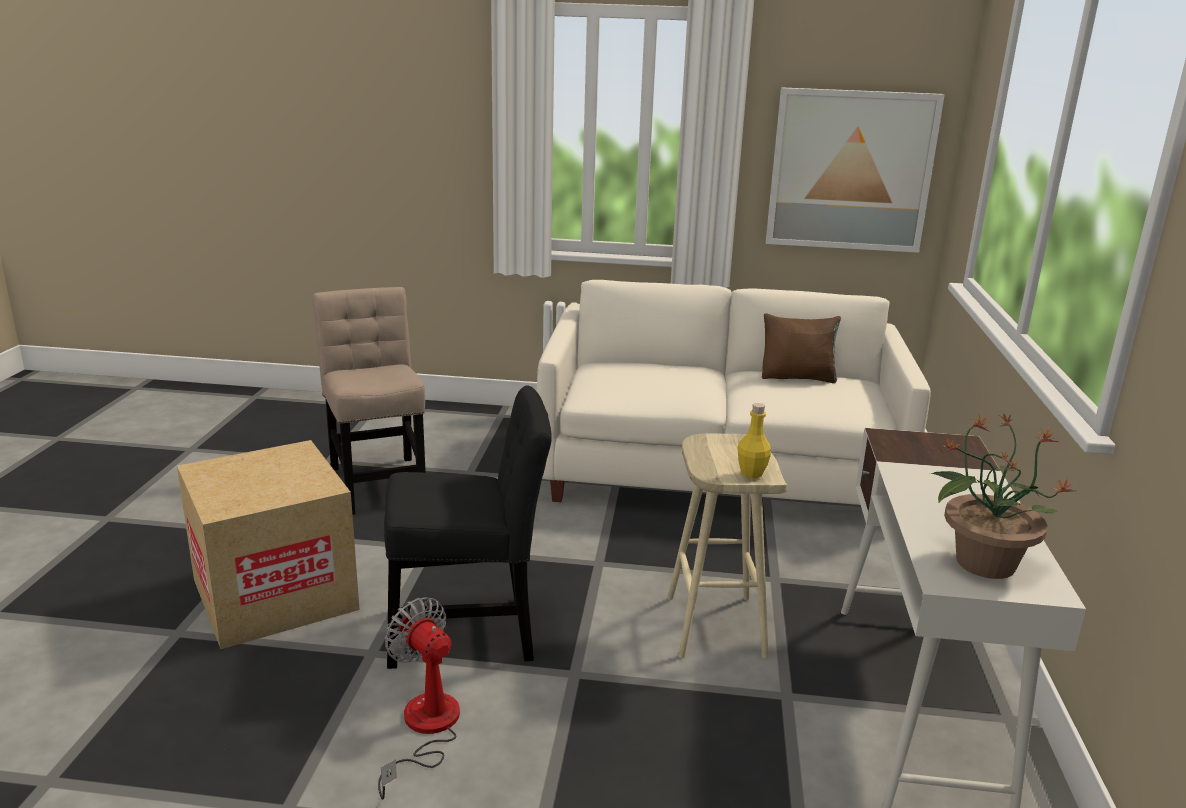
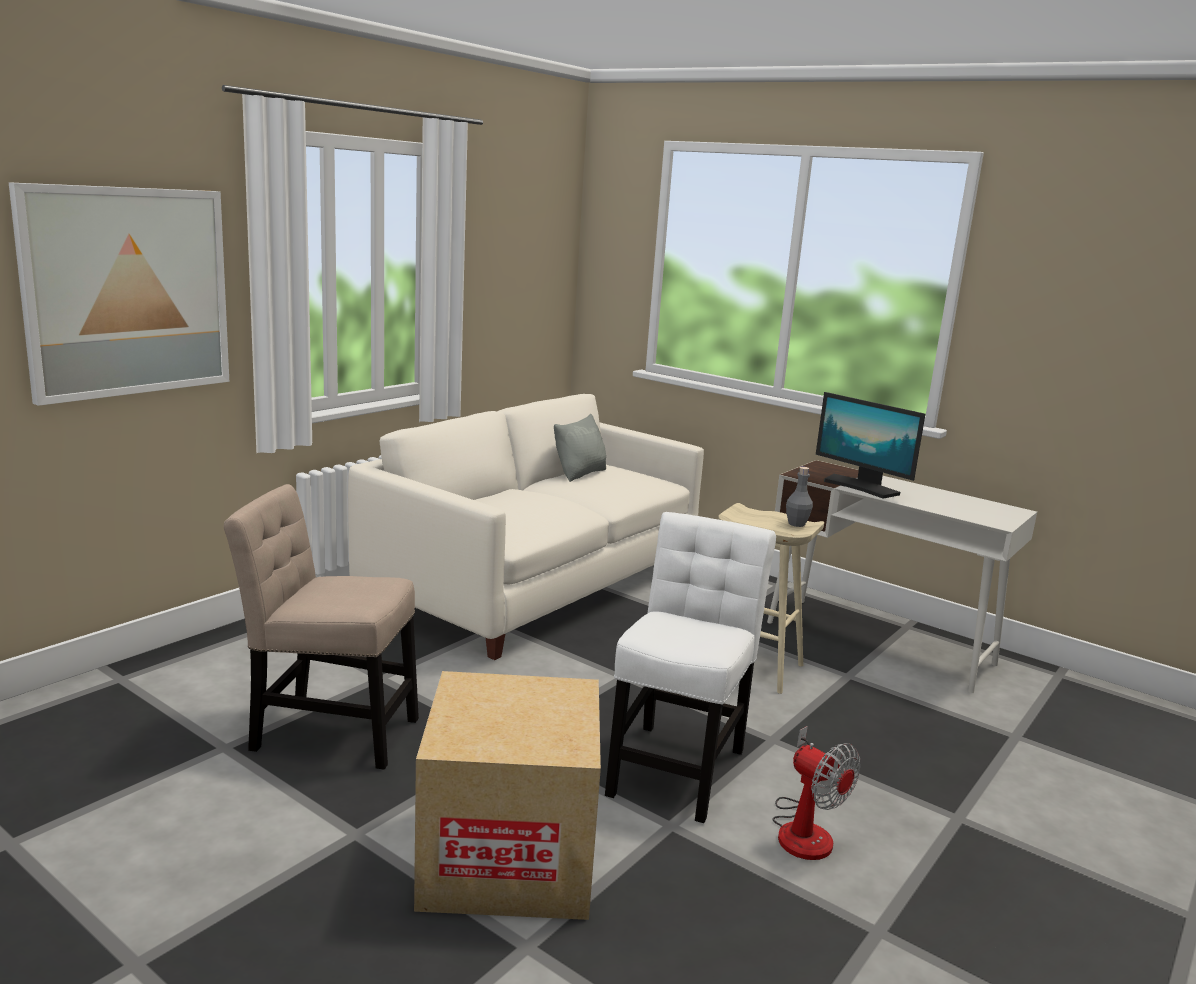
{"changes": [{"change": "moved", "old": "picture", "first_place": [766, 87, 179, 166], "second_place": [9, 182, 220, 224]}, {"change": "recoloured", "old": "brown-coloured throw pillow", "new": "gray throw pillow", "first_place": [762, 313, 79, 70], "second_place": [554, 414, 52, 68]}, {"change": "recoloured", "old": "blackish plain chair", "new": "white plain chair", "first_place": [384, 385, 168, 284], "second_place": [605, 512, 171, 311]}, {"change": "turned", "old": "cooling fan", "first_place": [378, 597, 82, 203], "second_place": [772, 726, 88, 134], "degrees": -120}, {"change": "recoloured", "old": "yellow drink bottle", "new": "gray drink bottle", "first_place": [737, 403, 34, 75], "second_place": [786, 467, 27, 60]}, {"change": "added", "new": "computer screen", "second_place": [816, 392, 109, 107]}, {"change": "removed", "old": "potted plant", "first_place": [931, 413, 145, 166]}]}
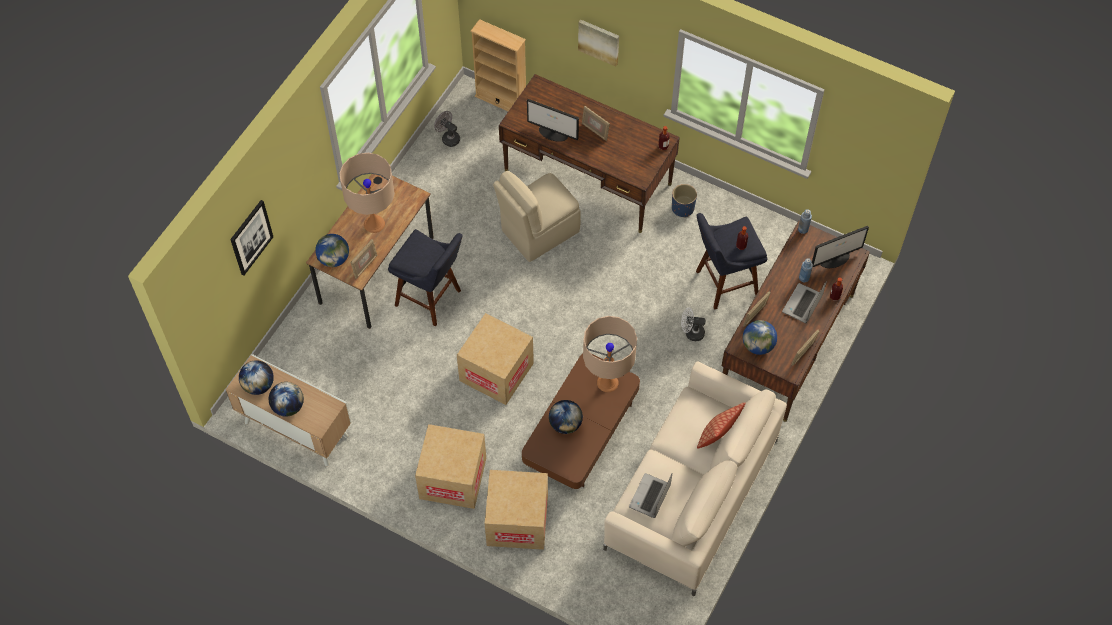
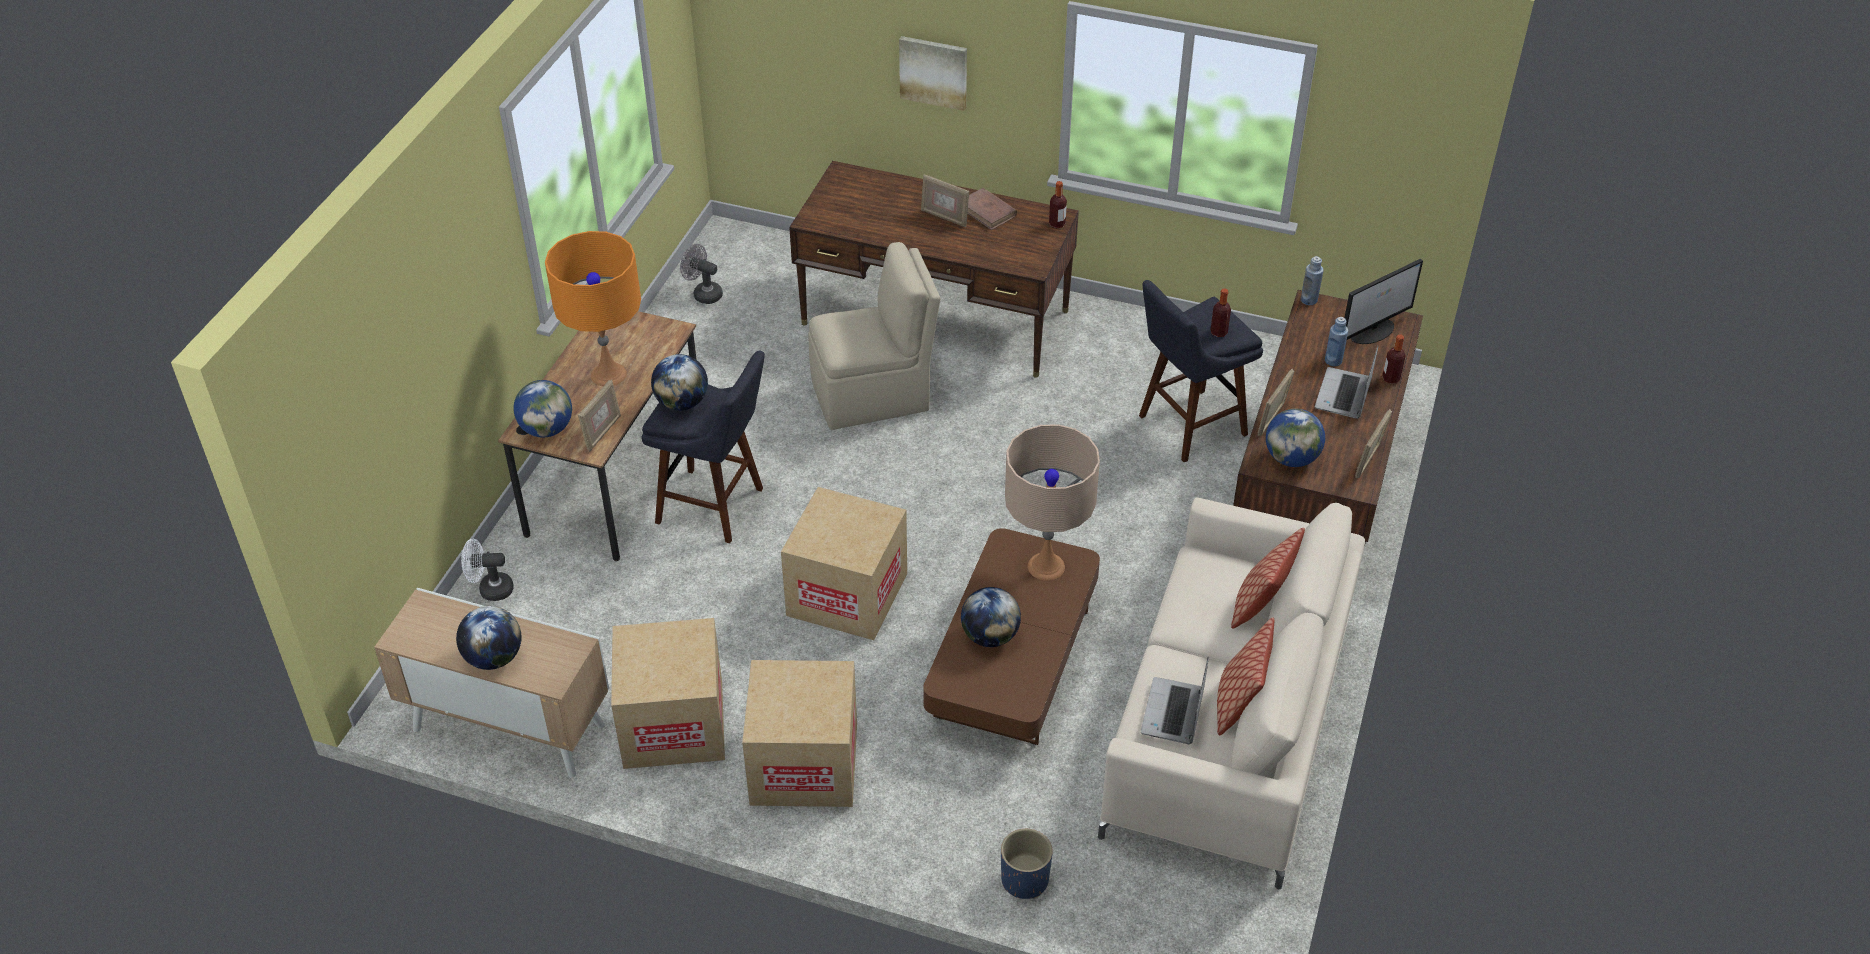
{"changes": [{"change": "moved", "old": "white cooling fan", "first_place": [681, 307, 24, 34], "second_place": [461, 538, 52, 63]}, {"change": "recoloured", "old": "sand-coloured tabletop lamp", "new": "orange-coloured tabletop lamp", "first_place": [340, 153, 55, 80], "second_place": [545, 231, 96, 155]}, {"change": "moved", "old": "cardboard box", "first_place": [485, 470, 63, 80], "second_place": [611, 618, 114, 151]}, {"change": "moved", "old": "world globe", "first_place": [239, 360, 35, 35], "second_place": [651, 354, 57, 57]}, {"change": "turned", "old": "sand-coloured plain chair", "first_place": [493, 171, 88, 91], "second_place": [808, 242, 133, 188], "degrees": -150}, {"change": "added", "new": "brown-coloured volume", "second_place": [967, 188, 50, 42]}, {"change": "moved", "old": "bluish plant pot", "first_place": [672, 184, 25, 34], "second_place": [1001, 829, 52, 70]}, {"change": "added", "new": "throw pillow", "second_place": [1217, 617, 57, 118]}, {"change": "removed", "old": "picture", "first_place": [230, 200, 43, 76]}, {"change": "removed", "old": "sand-coloured bookcase", "first_place": [470, 19, 56, 92]}, {"change": "removed", "old": "computer screen", "first_place": [527, 99, 52, 43]}]}
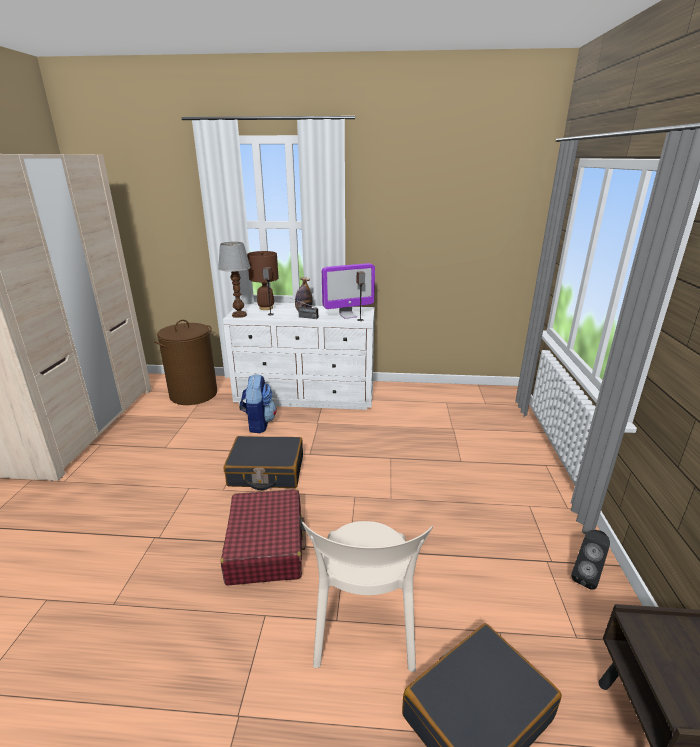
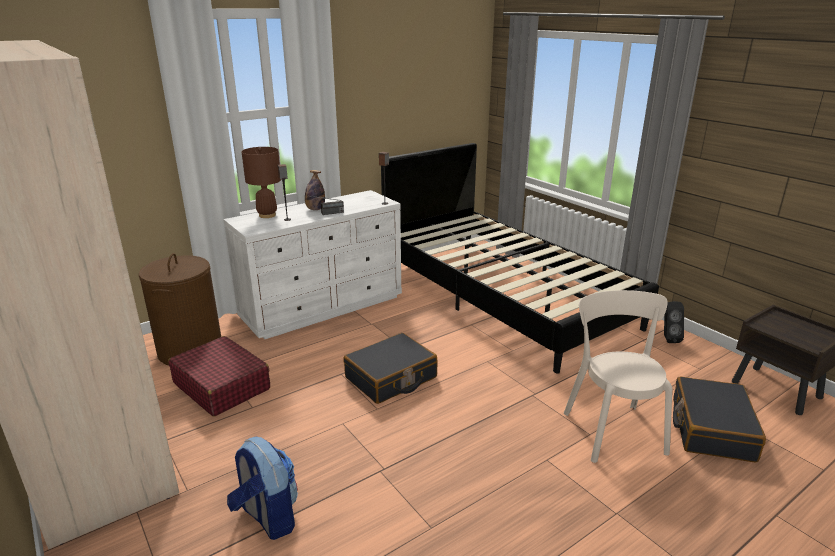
{"changes": [{"change": "moved", "old": "red-coloured piece of luggage", "first_place": [221, 489, 85, 96], "second_place": [168, 336, 102, 81]}, {"change": "moved", "old": "knapsack", "first_place": [240, 374, 37, 59], "second_place": [227, 437, 71, 103]}, {"change": "added", "new": "blackish bed", "second_place": [381, 143, 278, 231]}, {"change": "turned", "old": "sand-coloured plain chair", "first_place": [302, 521, 131, 151], "second_place": [564, 290, 108, 173], "degrees": -150}, {"change": "removed", "old": "tabletop lamp", "first_place": [218, 242, 33, 76]}, {"change": "removed", "old": "computer screen", "first_place": [322, 263, 53, 56]}]}
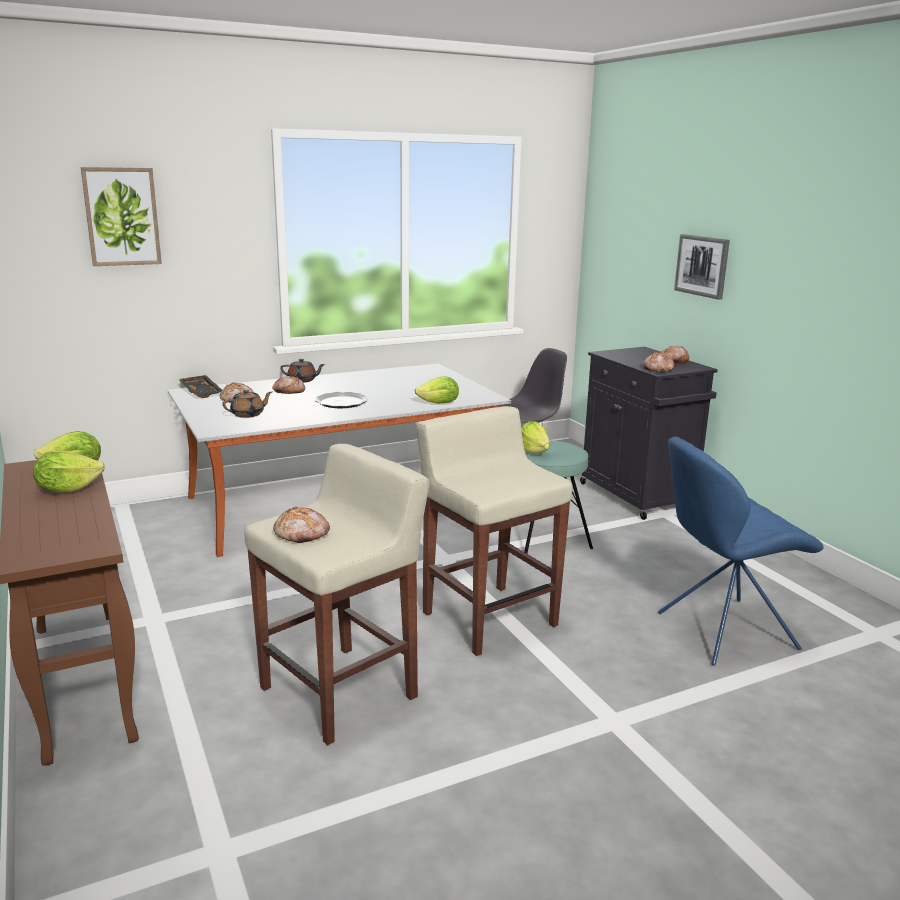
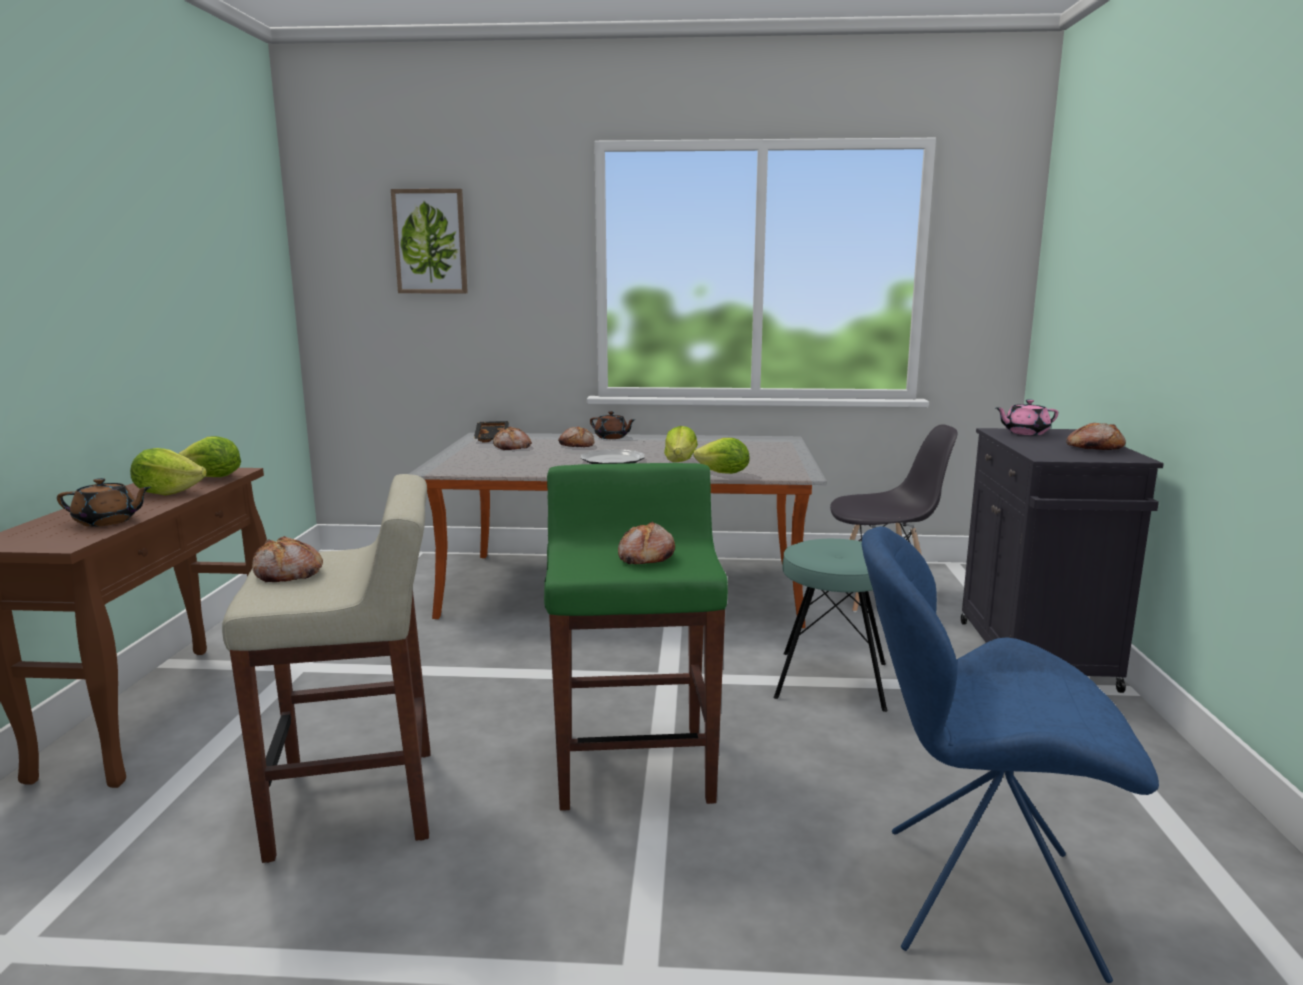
{"changes": [{"change": "moved", "old": "brown-coloured teapot", "first_place": [222, 390, 50, 28], "second_place": [57, 478, 94, 49]}, {"change": "recoloured", "old": "sand-coloured stool", "new": "green-coloured stool", "first_place": [416, 406, 156, 250], "second_place": [544, 463, 184, 348]}, {"change": "moved", "old": "baked bread", "first_place": [643, 352, 32, 20], "second_place": [618, 521, 57, 43]}, {"change": "moved", "old": "head of lettuce", "first_place": [521, 421, 28, 33], "second_place": [664, 426, 34, 36]}, {"change": "added", "new": "pink teapot", "second_place": [996, 399, 62, 36]}, {"change": "removed", "old": "picture", "first_place": [674, 234, 56, 66]}]}
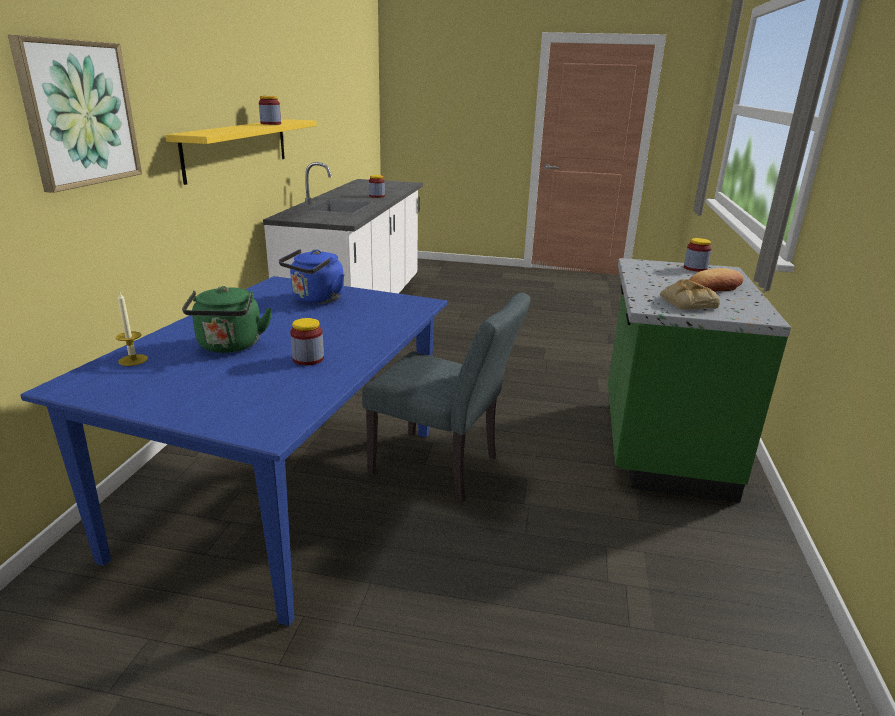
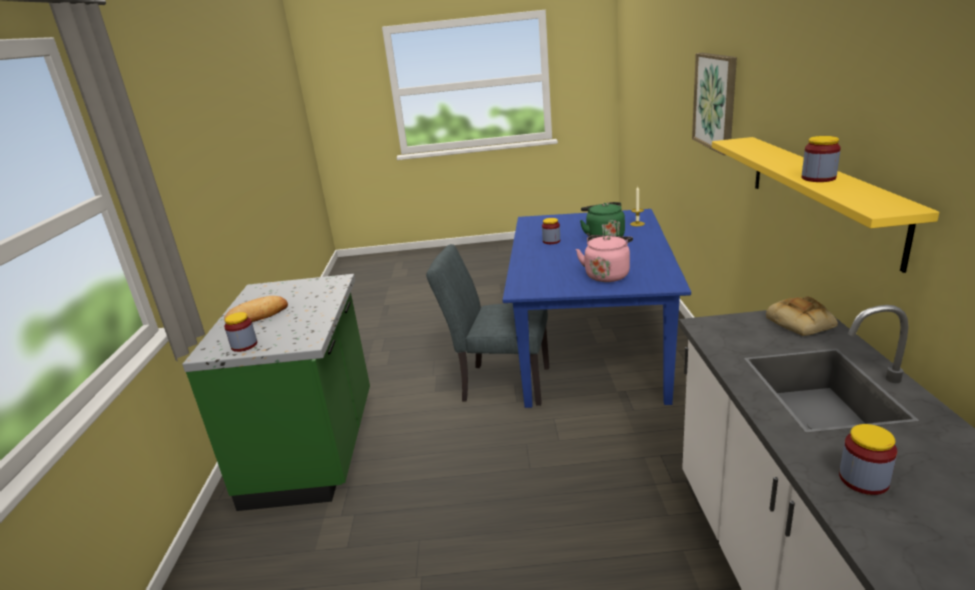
{"changes": [{"change": "recoloured", "old": "bluish tea kettle", "new": "pink tea kettle", "first_place": [279, 249, 65, 55], "second_place": [576, 235, 57, 47]}, {"change": "moved", "old": "baked bread", "first_place": [660, 279, 60, 31], "second_place": [766, 297, 72, 39]}]}
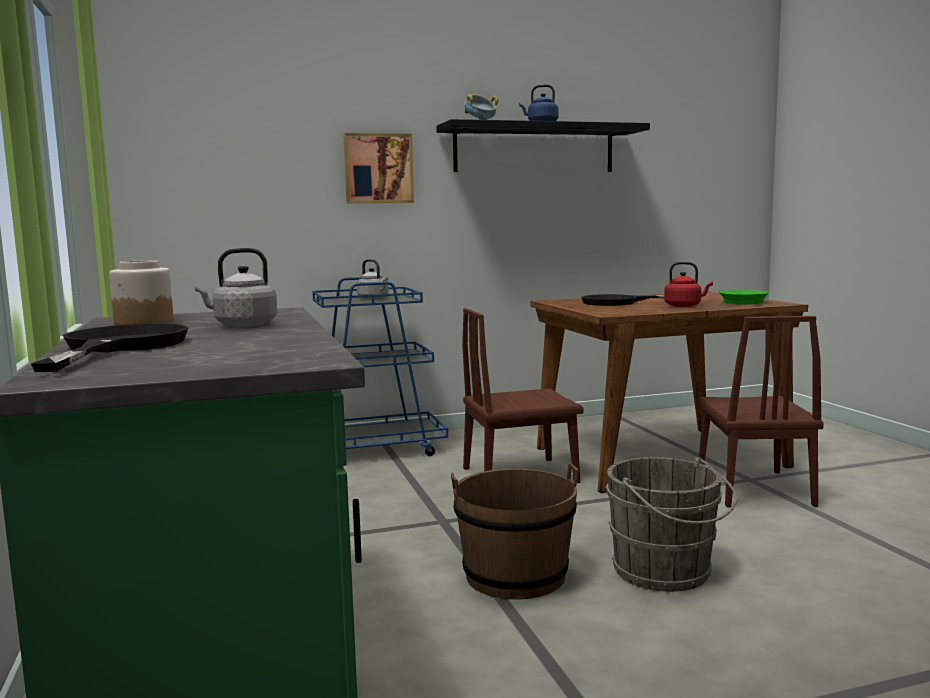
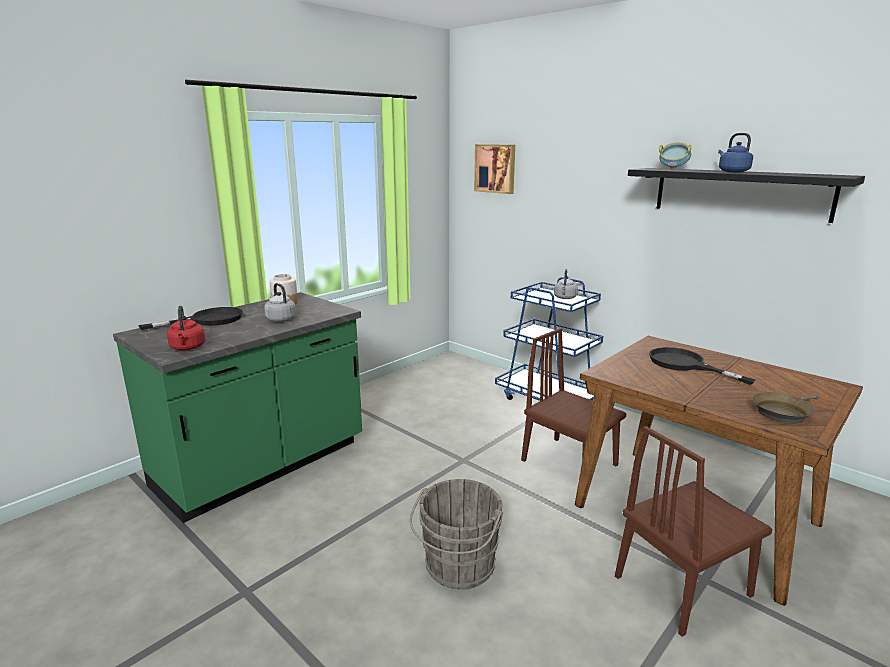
{"changes": [{"change": "moved", "old": "red-coloured tea kettle", "first_place": [664, 262, 49, 45], "second_place": [167, 306, 38, 44]}, {"change": "moved", "old": "picture", "first_place": [343, 133, 71, 71], "second_place": [474, 144, 41, 50]}, {"change": "recoloured", "old": "green-coloured skillet", "new": "brown-coloured skillet", "first_place": [719, 290, 51, 14], "second_place": [752, 392, 68, 32]}, {"change": "removed", "old": "brown-coloured bucket", "first_place": [451, 463, 127, 136]}]}
